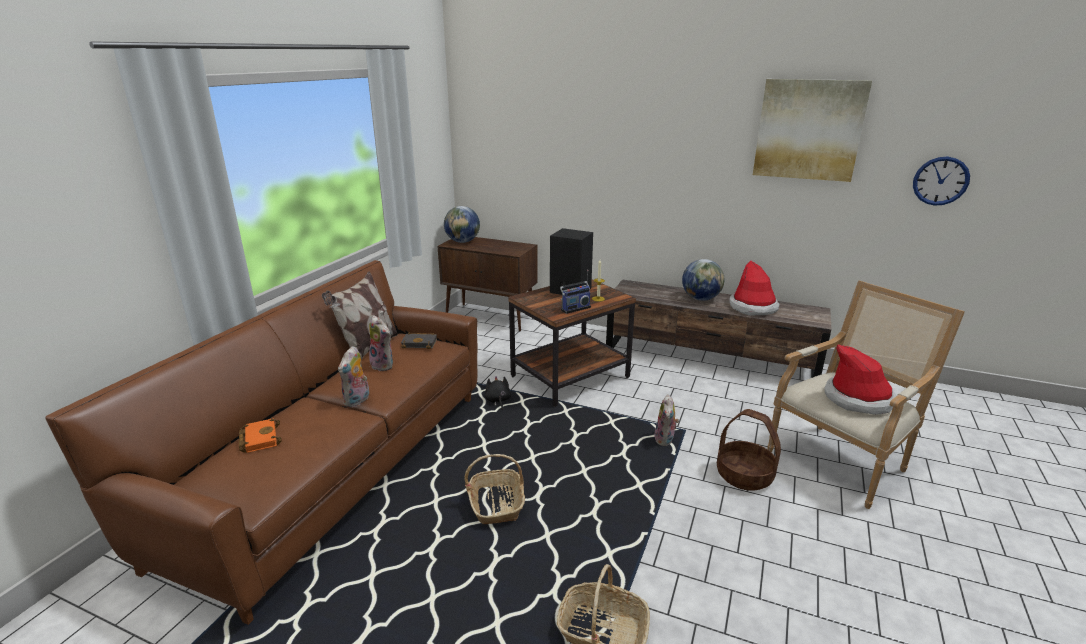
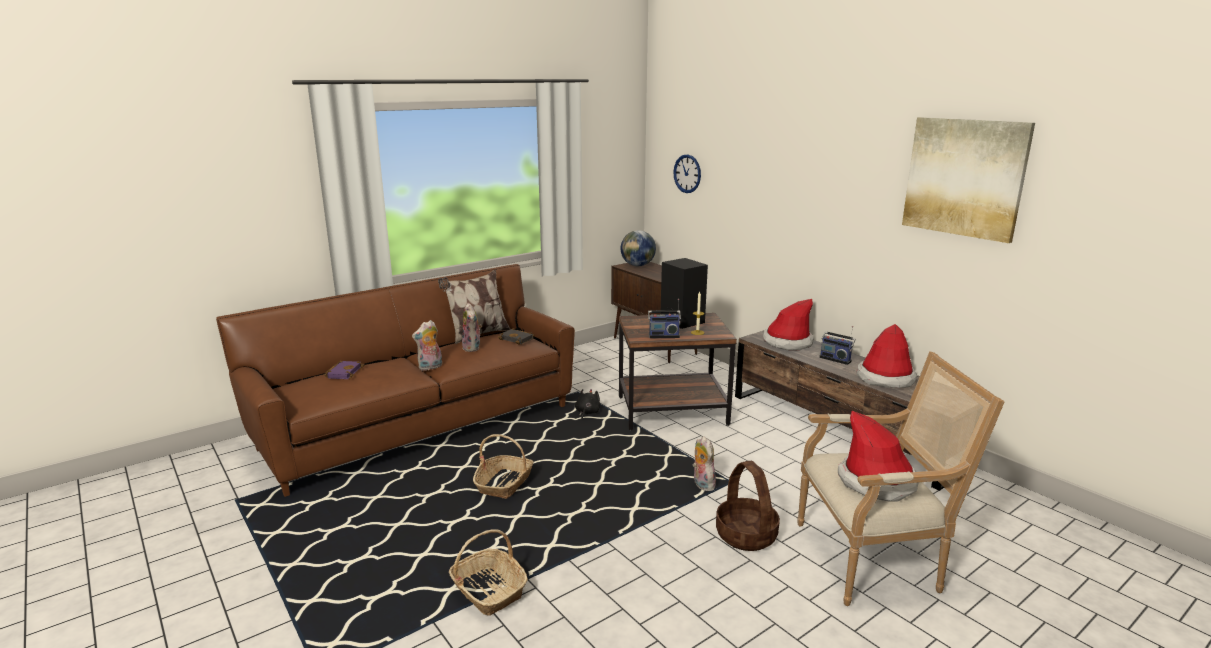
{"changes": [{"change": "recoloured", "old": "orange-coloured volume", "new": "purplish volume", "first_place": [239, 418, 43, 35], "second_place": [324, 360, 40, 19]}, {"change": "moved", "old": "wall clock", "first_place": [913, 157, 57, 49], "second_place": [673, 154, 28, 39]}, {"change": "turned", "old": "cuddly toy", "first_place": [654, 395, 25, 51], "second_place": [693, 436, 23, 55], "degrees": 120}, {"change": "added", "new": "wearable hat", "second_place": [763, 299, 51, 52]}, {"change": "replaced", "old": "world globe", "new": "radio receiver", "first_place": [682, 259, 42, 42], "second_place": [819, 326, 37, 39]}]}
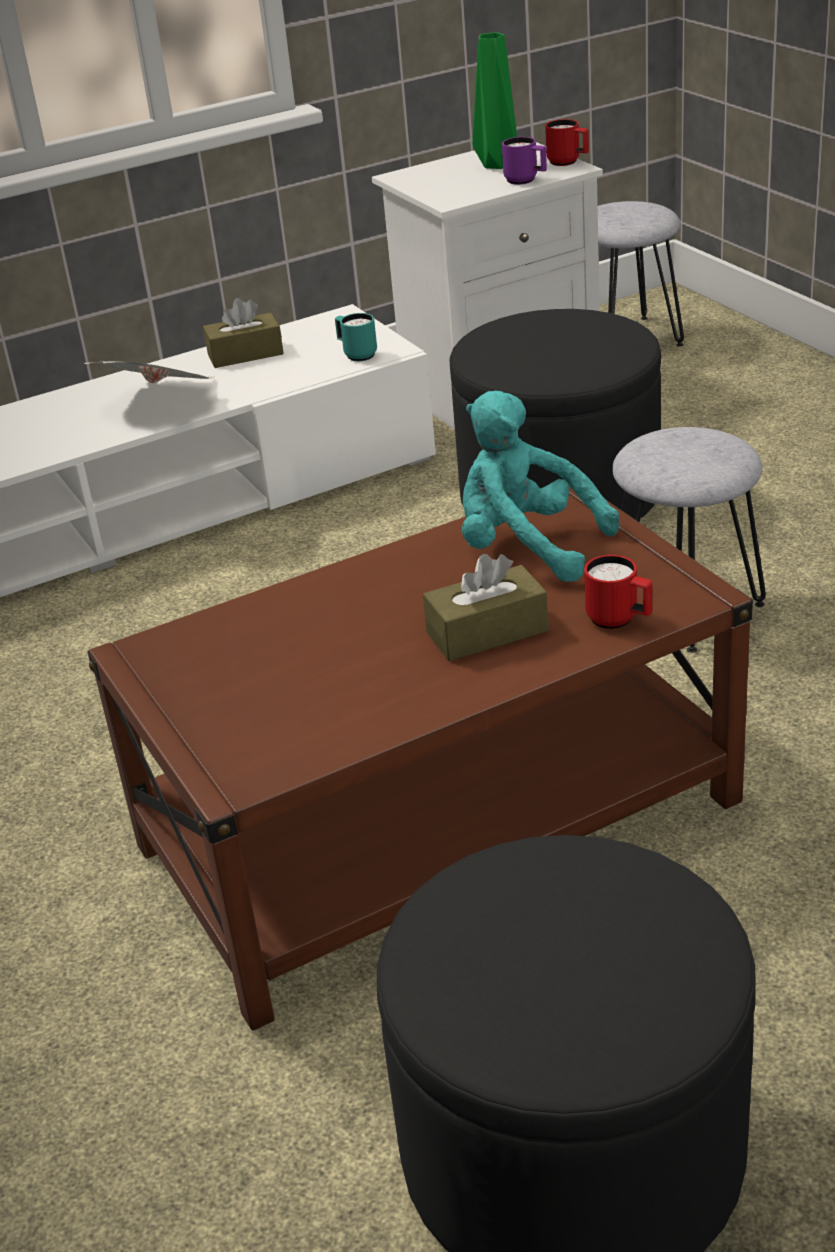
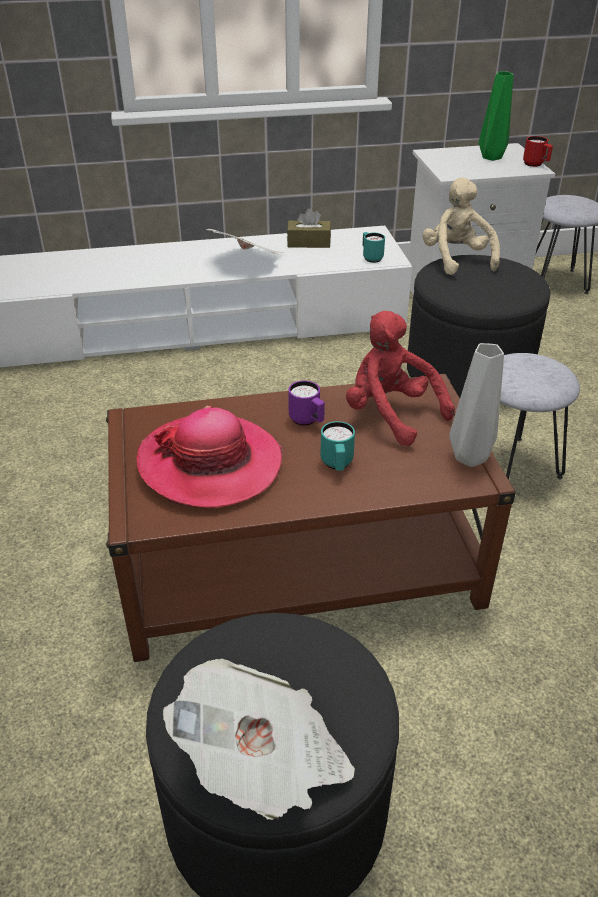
{"changes": [{"change": "added", "new": "wearable hat", "second_place": [136, 406, 147, 102]}, {"change": "added", "new": "daily paper", "second_place": [163, 659, 192, 161]}, {"change": "moved", "old": "purplish coffee mug", "first_place": [502, 137, 45, 48], "second_place": [288, 381, 37, 45]}, {"change": "replaced", "old": "brown-coloured box of tissues", "new": "turquoise coffee mug", "first_place": [423, 554, 126, 107], "second_place": [320, 421, 35, 50]}, {"change": "recoloured", "old": "turquoise cuddly toy", "new": "red-coloured cuddly toy", "first_place": [462, 391, 157, 191], "second_place": [346, 311, 109, 135]}, {"change": "added", "new": "sand-coloured cuddly toy", "second_place": [422, 177, 78, 98]}, {"change": "added", "new": "gray decorative vase", "second_place": [449, 343, 55, 124]}, {"change": "removed", "old": "red-coloured coffee mug", "first_place": [584, 555, 68, 74]}]}
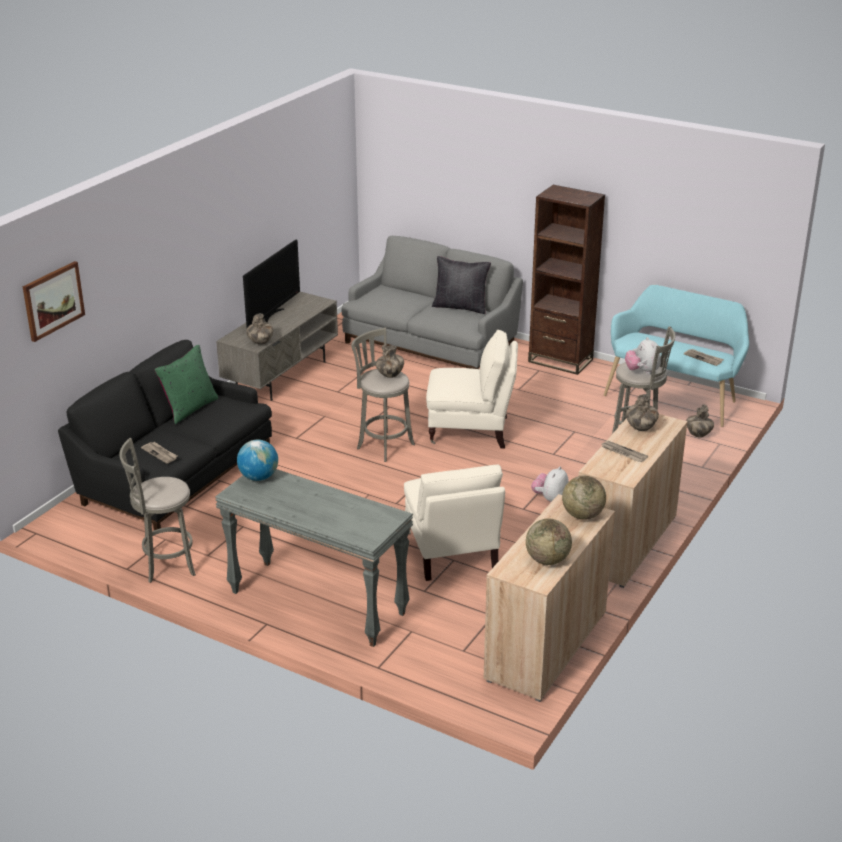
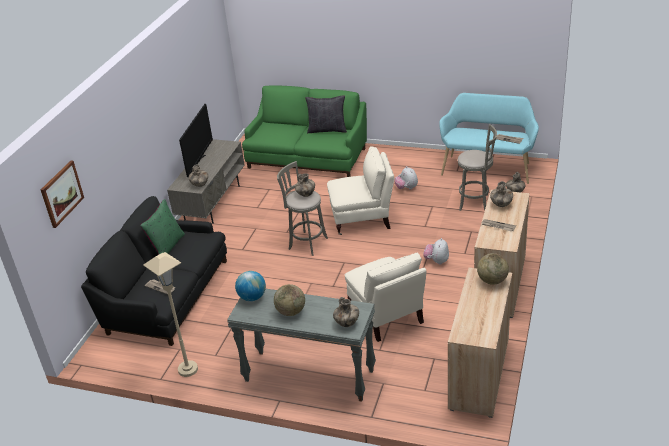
{"changes": [{"change": "replaced", "old": "gray stool", "new": "sand-coloured standard lamp", "first_place": [119, 438, 77, 145], "second_place": [143, 252, 55, 125]}, {"change": "recoloured", "old": "gray settee", "new": "green-coloured settee", "first_place": [342, 236, 181, 133], "second_place": [242, 85, 125, 92]}, {"change": "moved", "old": "world globe", "first_place": [526, 518, 46, 47], "second_place": [274, 284, 31, 32]}, {"change": "added", "new": "decorative vase", "second_place": [333, 297, 26, 30]}, {"change": "moved", "old": "cuddly toy", "first_place": [625, 337, 36, 37], "second_place": [395, 166, 23, 24]}, {"change": "removed", "old": "brown-coloured bookcase", "first_place": [528, 185, 77, 190]}]}
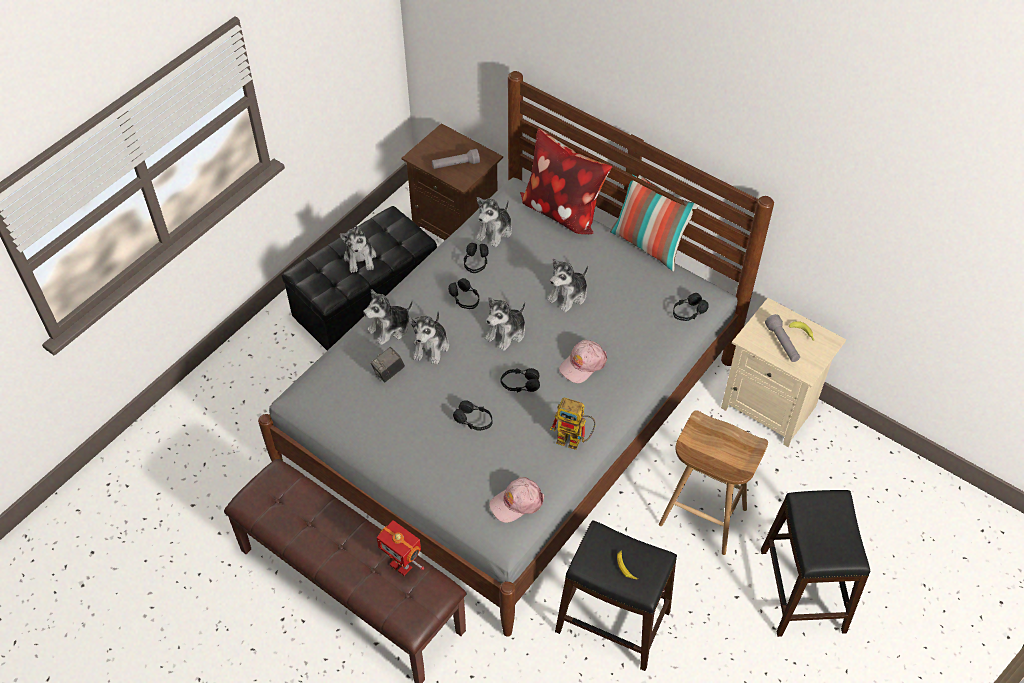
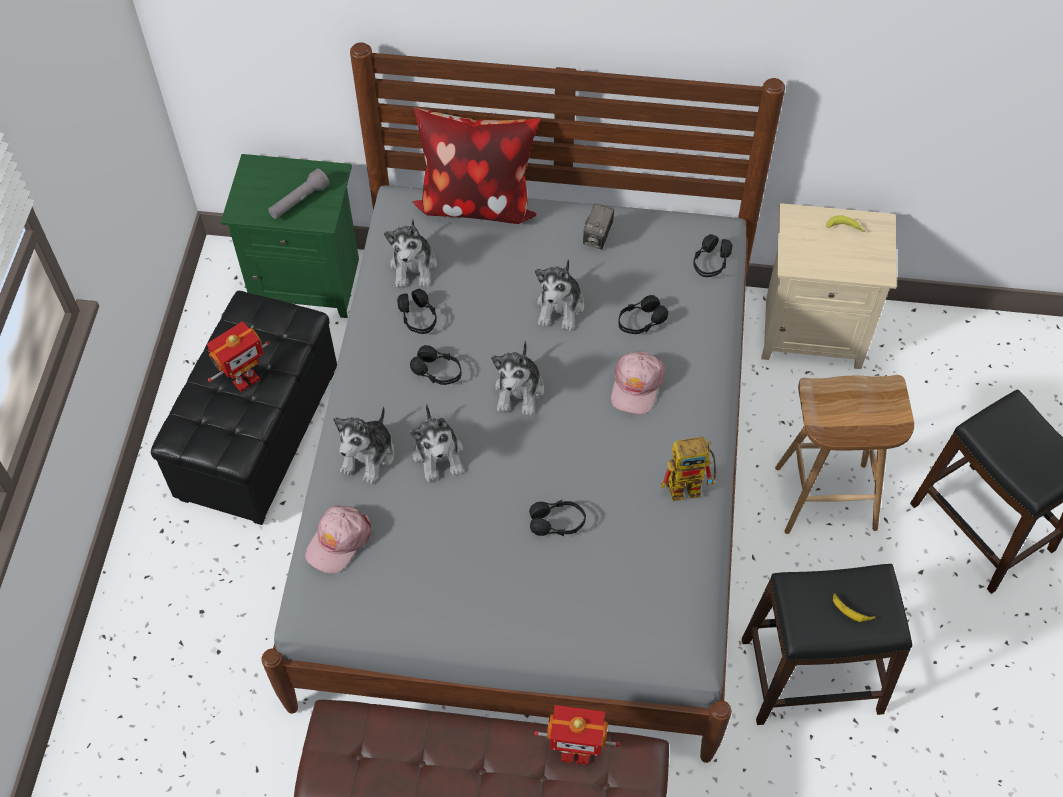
{"changes": [{"change": "replaced", "old": "cuddly toy", "new": "toy robot", "first_place": [339, 226, 38, 47], "second_place": [207, 321, 63, 71]}, {"change": "recoloured", "old": "brown-coloured night table", "new": "green-coloured night table", "first_place": [402, 123, 101, 117], "second_place": [221, 154, 138, 164]}, {"change": "moved", "old": "pink peaked cap", "first_place": [489, 477, 56, 46], "second_place": [305, 505, 66, 69]}, {"change": "moved", "old": "still camera", "first_place": [371, 347, 34, 35], "second_place": [583, 203, 31, 46]}, {"change": "moved", "old": "blackish headset", "first_place": [501, 368, 39, 25], "second_place": [618, 295, 50, 39]}, {"change": "removed", "old": "throw pillow", "first_place": [610, 175, 89, 96]}, {"change": "removed", "old": "gray torch", "first_place": [765, 314, 35, 48]}]}
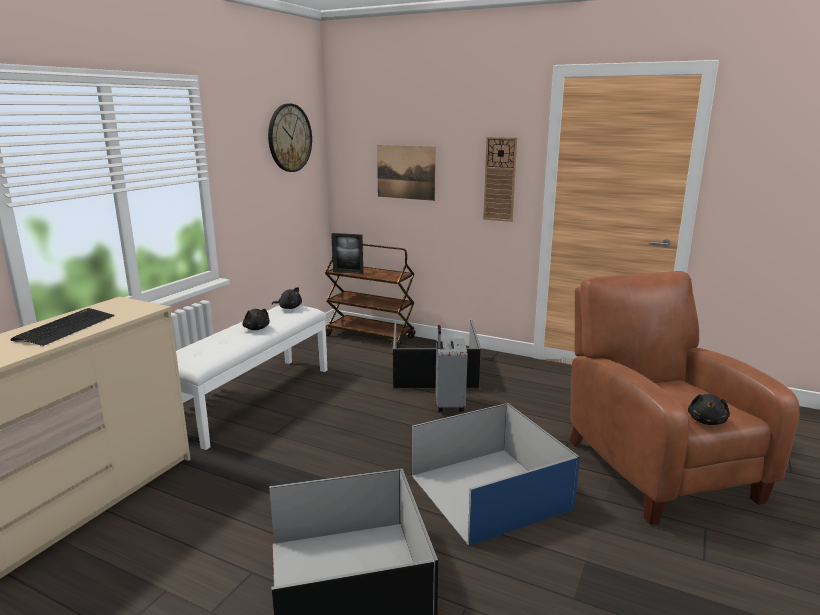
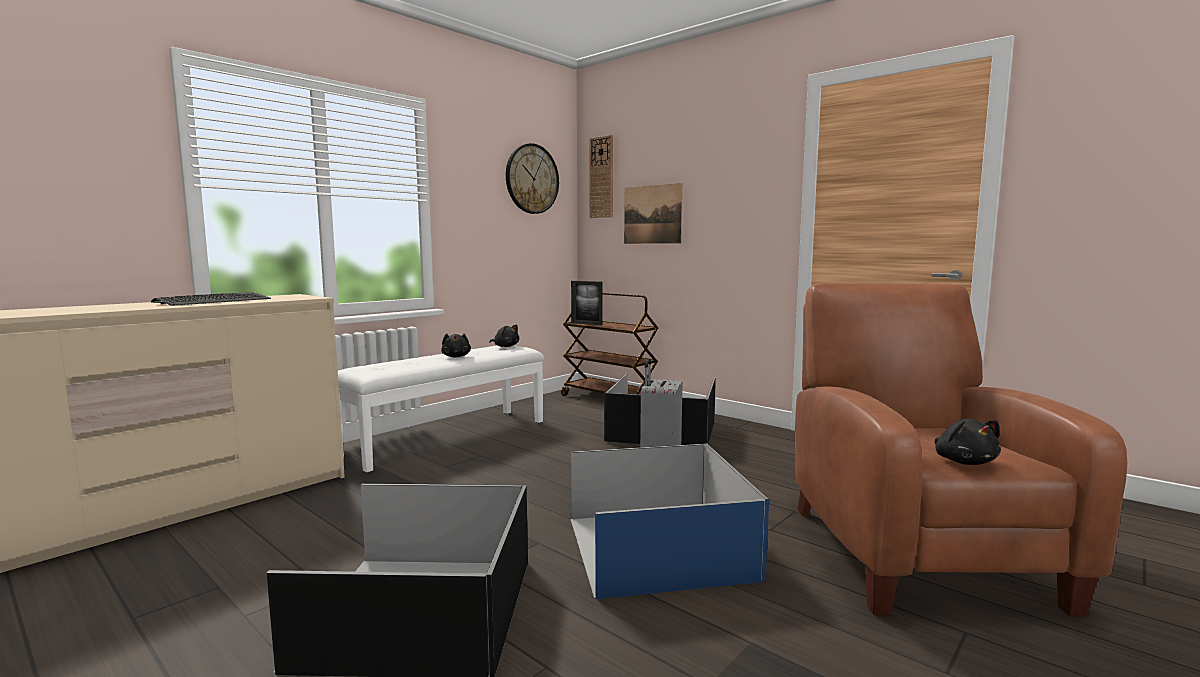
{"changes": [{"change": "moved", "old": "wall clock", "first_place": [483, 137, 34, 85], "second_place": [589, 135, 24, 83]}, {"change": "turned", "old": "blackish cuddly toy", "first_place": [688, 394, 42, 31], "second_place": [934, 419, 67, 46], "degrees": -45}]}
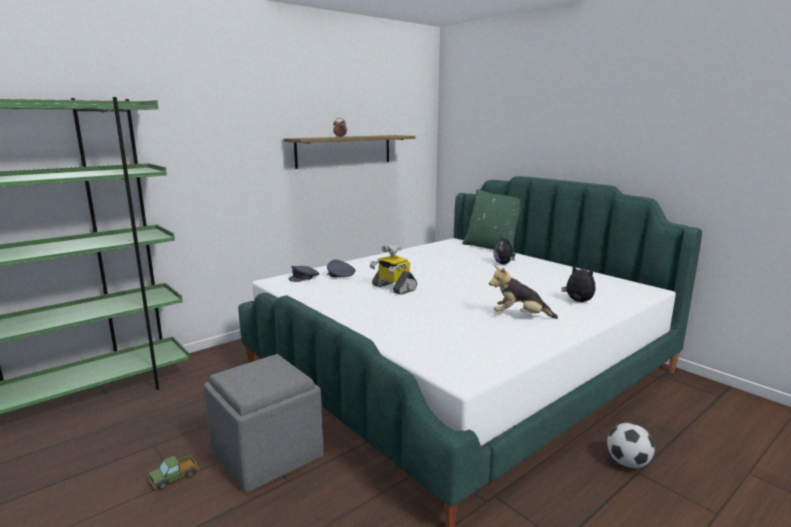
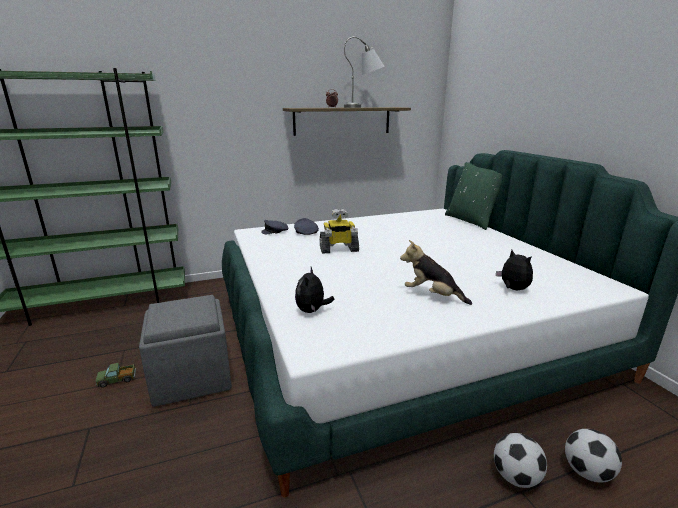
{"changes": [{"change": "moved", "old": "cuddly toy", "first_place": [493, 236, 22, 28], "second_place": [295, 267, 39, 46]}, {"change": "turned", "old": "toy robot", "first_place": [370, 244, 47, 51], "second_place": [320, 209, 39, 45], "degrees": -75}, {"change": "added", "new": "gray tabletop lamp", "second_place": [344, 37, 41, 71]}, {"change": "added", "new": "ball for football", "second_place": [565, 429, 57, 54]}]}
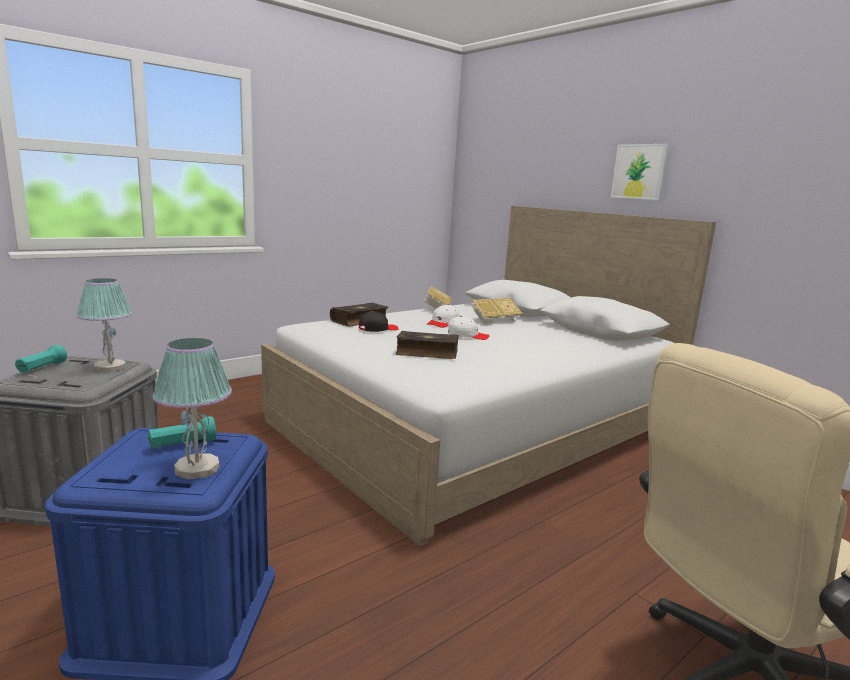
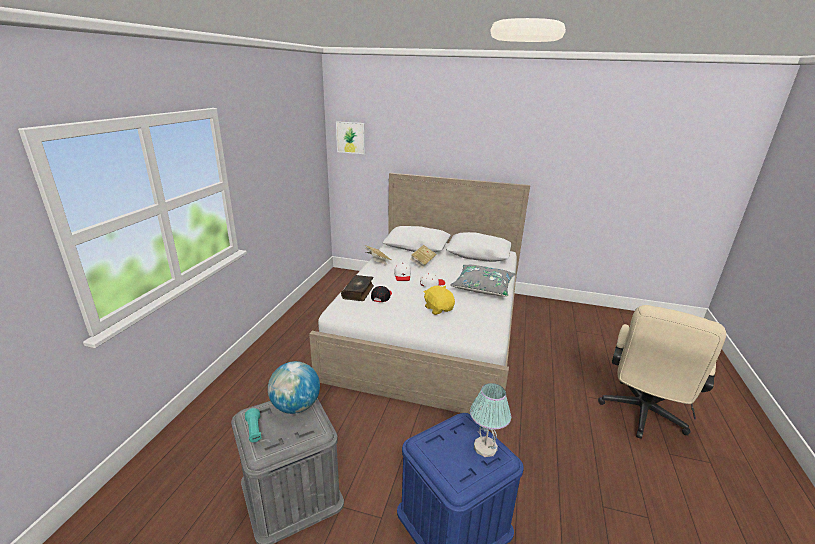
{"changes": [{"change": "replaced", "old": "tabletop lamp", "new": "world globe", "first_place": [76, 278, 56, 94], "second_place": [268, 361, 52, 53]}, {"change": "moved", "old": "picture", "first_place": [611, 144, 58, 56], "second_place": [336, 121, 29, 33]}, {"change": "replaced", "old": "volume", "new": "yellow cuddly toy", "first_place": [396, 331, 63, 28], "second_place": [423, 286, 32, 29]}, {"change": "added", "new": "gray throw pillow", "second_place": [450, 265, 66, 32]}, {"change": "removed", "old": "turquoise torch", "first_place": [147, 416, 69, 33]}]}
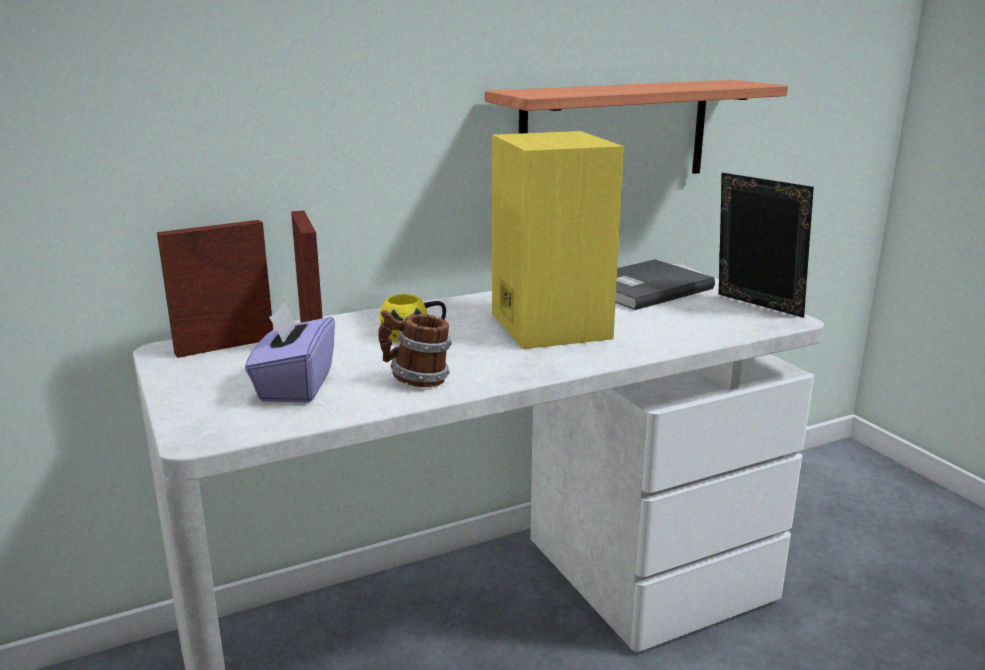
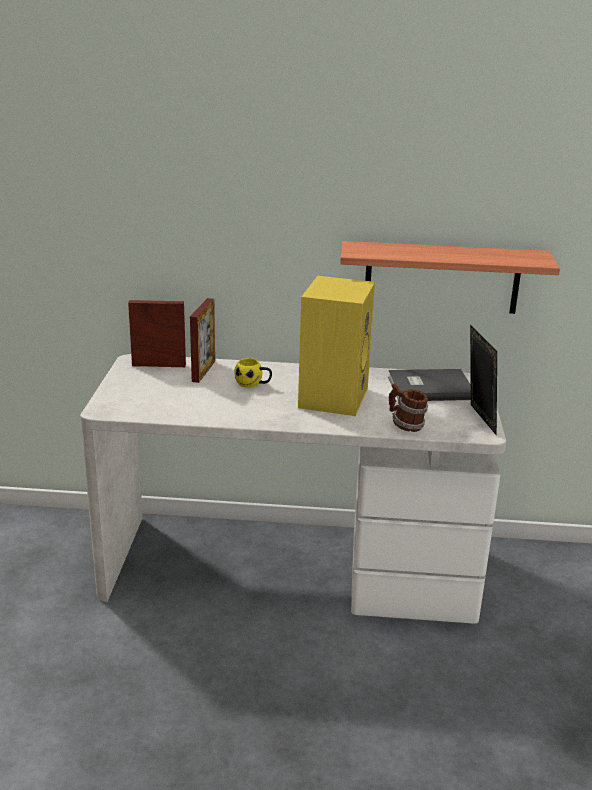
{"changes": [{"change": "moved", "old": "coffee mug", "first_place": [378, 310, 74, 77], "second_place": [389, 384, 39, 48]}, {"change": "removed", "old": "purplish box of tissues", "first_place": [245, 301, 90, 101]}]}
